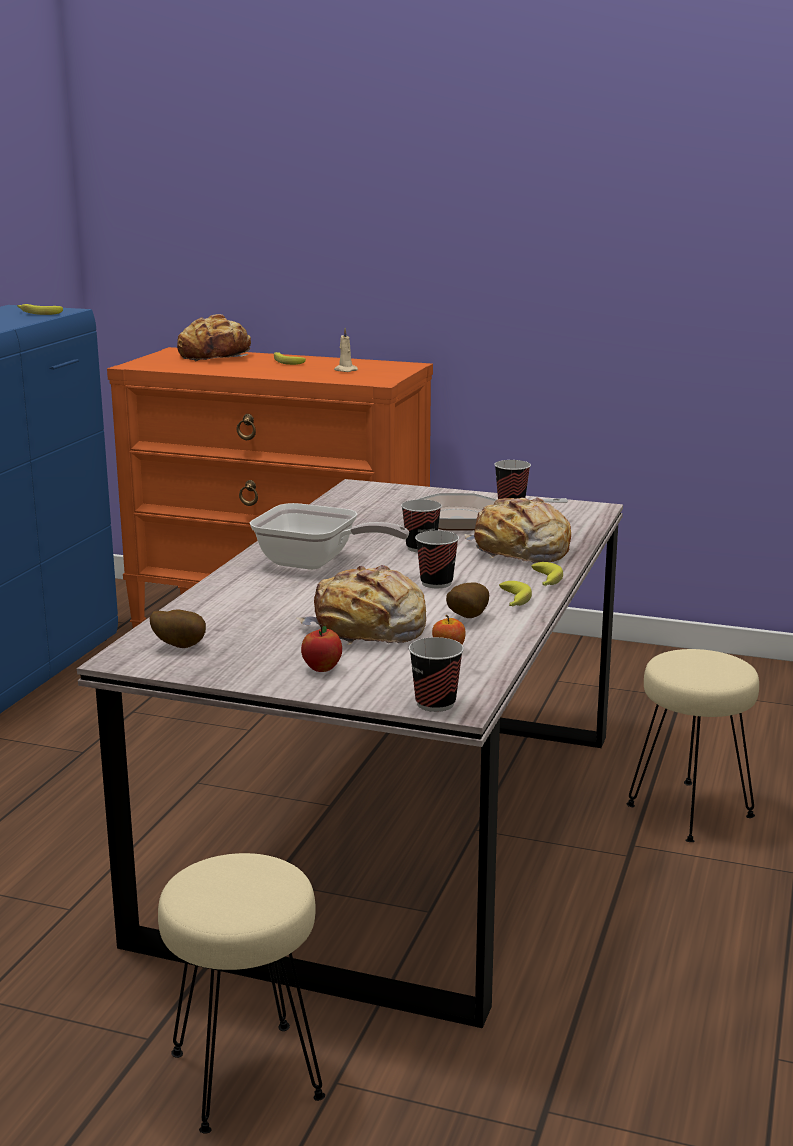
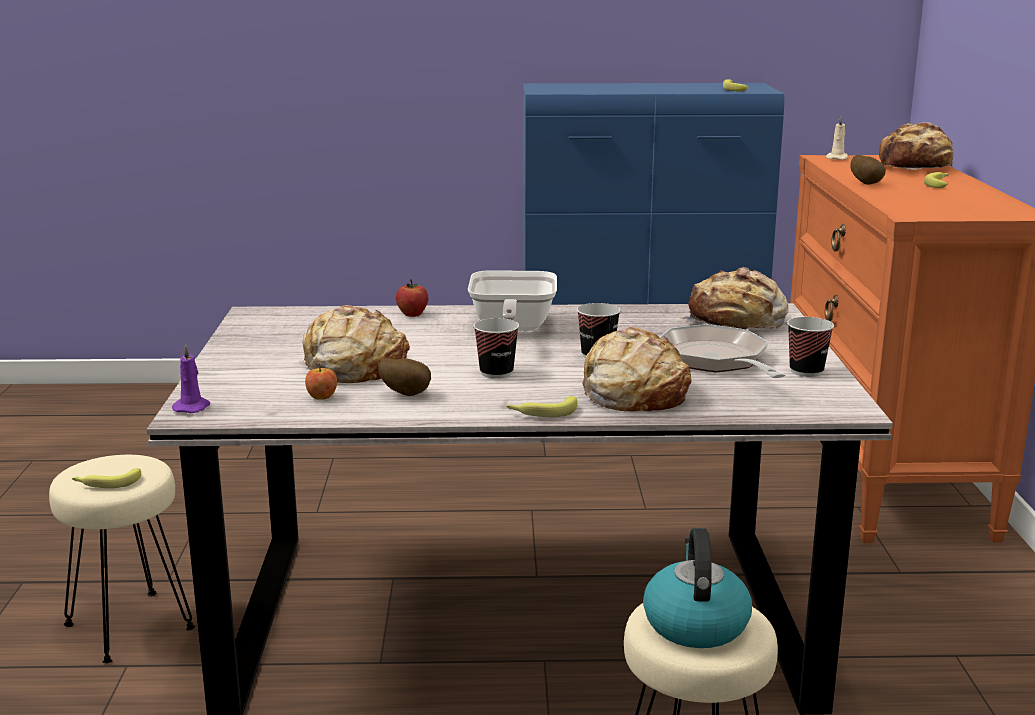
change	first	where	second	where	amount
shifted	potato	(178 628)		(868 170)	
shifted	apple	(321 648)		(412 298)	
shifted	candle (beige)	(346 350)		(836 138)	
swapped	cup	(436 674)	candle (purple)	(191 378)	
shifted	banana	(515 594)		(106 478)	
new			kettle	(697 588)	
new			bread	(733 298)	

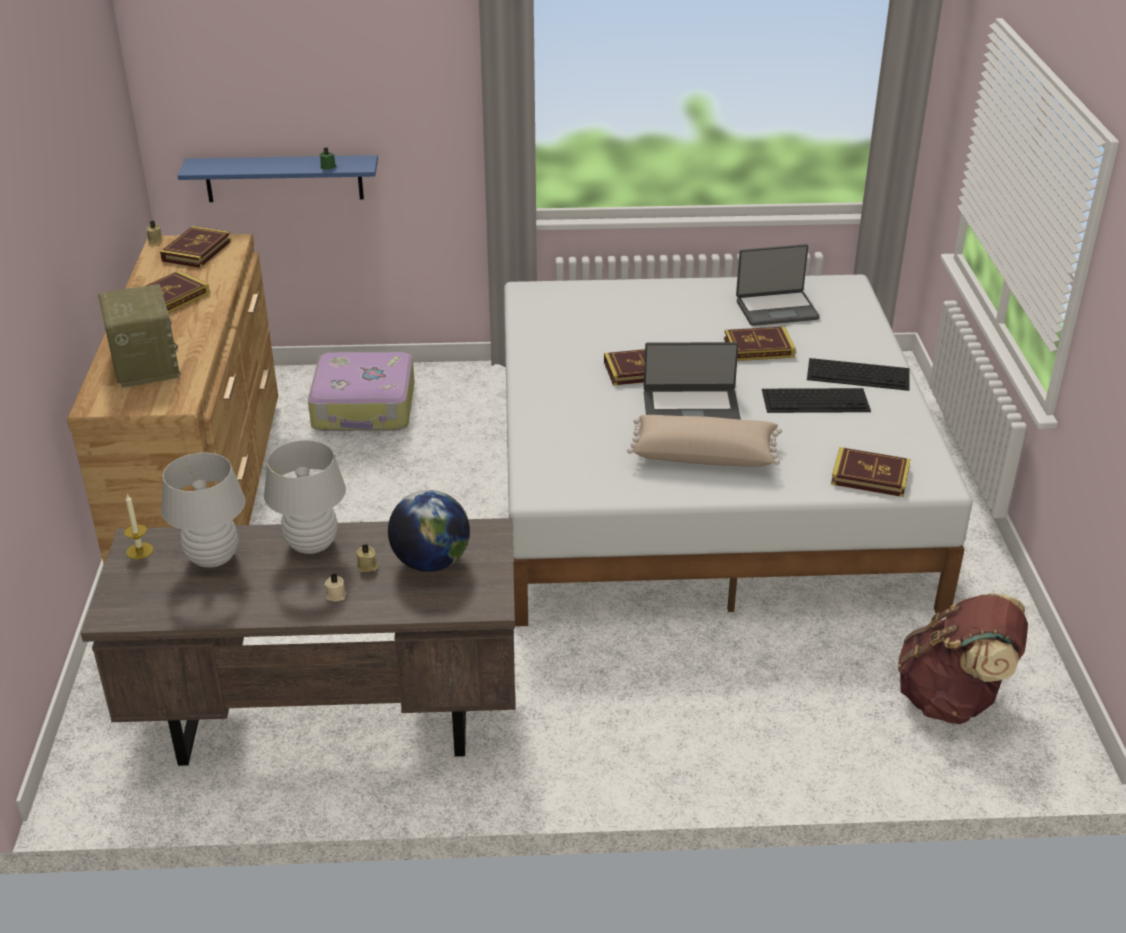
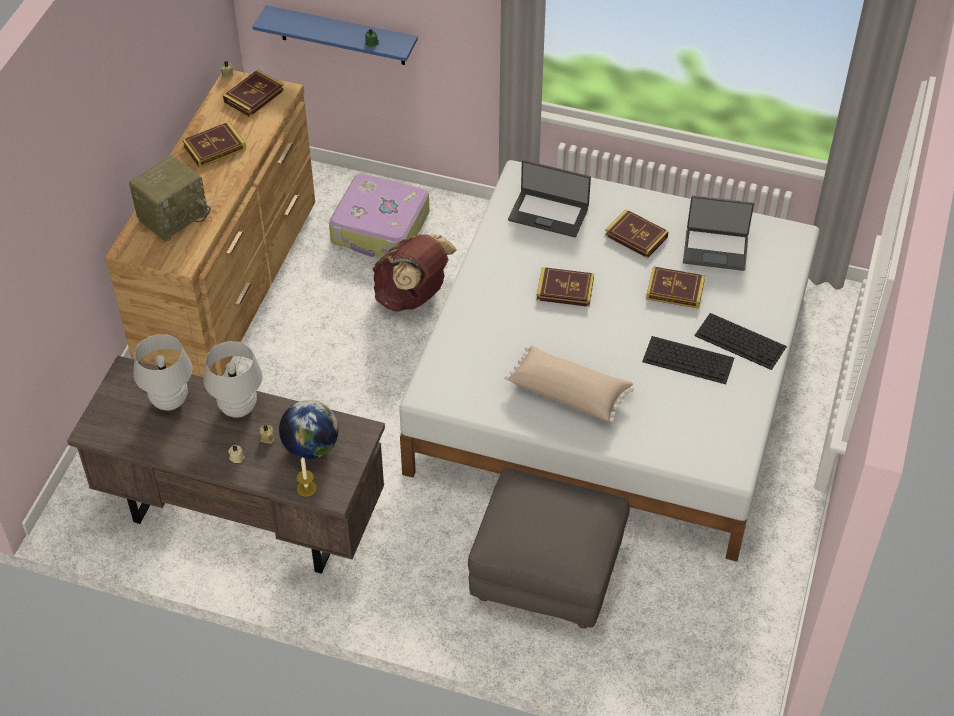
change	first	where	second	where	amount
rotated	radio	(139 336)		(170 198)	45 degrees clockwise
shifted	candle	(138 527)		(307 477)	
shifted	laptop	(692 381)		(549 198)	
shifted	book	(870 472)		(637 233)	
shifted	backpack (brown)	(963 658)		(414 273)	
new			ottoman (grey)	(549 548)	

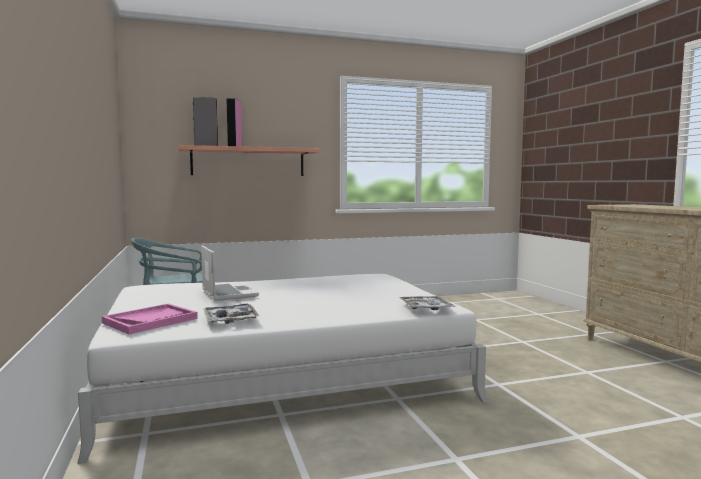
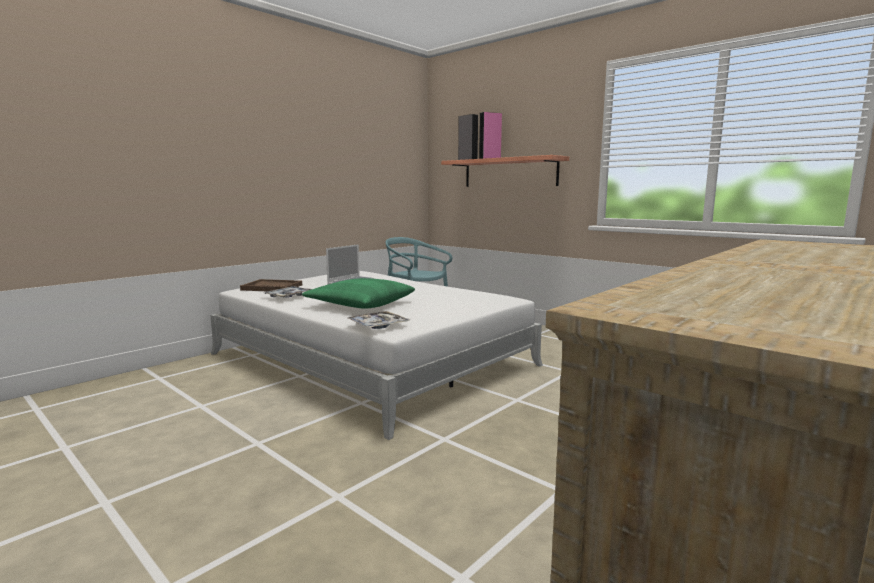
change	first	where	second	where	amount
repainted	tray (pink)	(150 318)	tray (brown)	(271 285)	
new			pillow (green)	(358 293)	

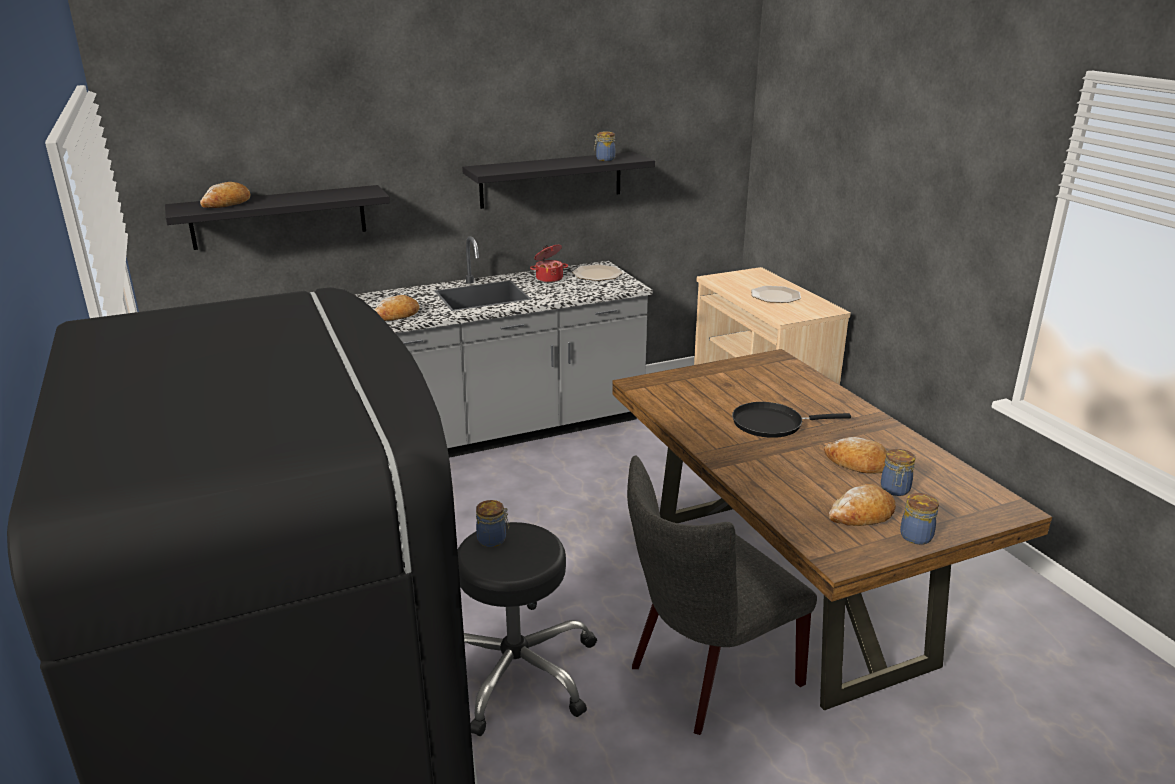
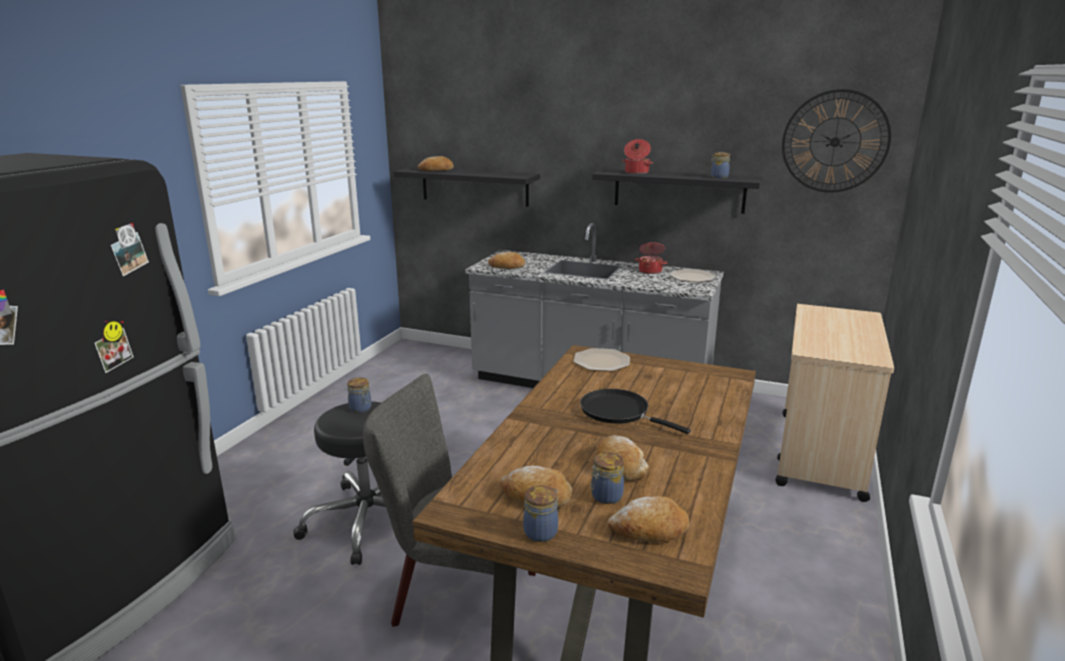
change	first	where	second	where	amount
shifted	plate	(776 294)		(601 359)	
new			bread	(648 519)	
new			cooking pot	(637 156)	
new			wall clock	(836 141)	

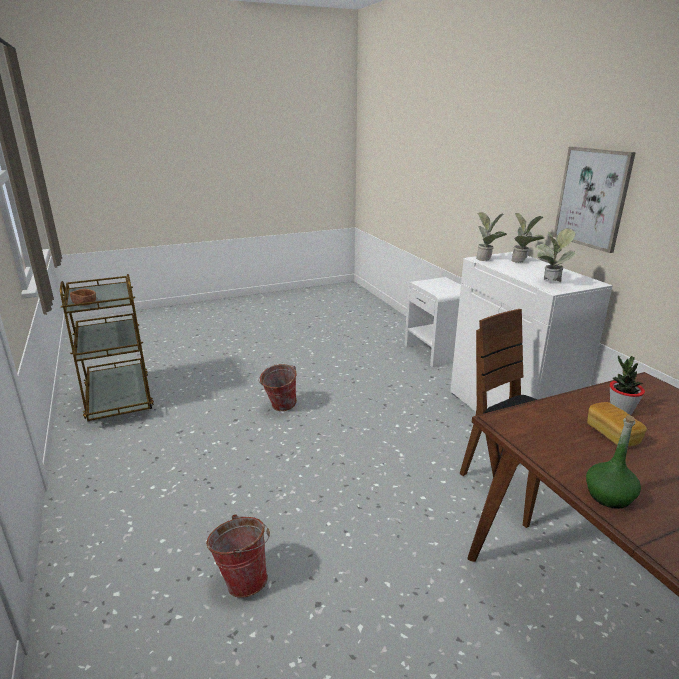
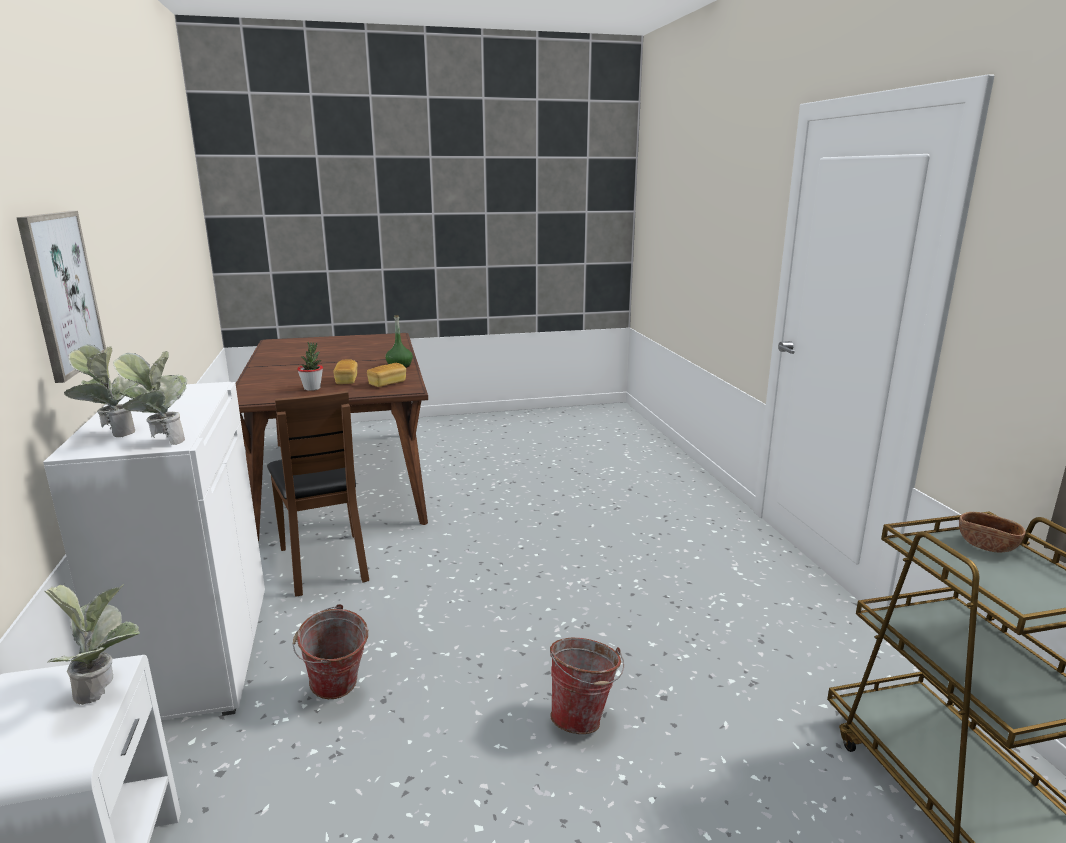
change	first	where	second	where	amount
shifted	bucket	(238 556)		(330 651)	
shifted	potted plant	(556 255)		(92 644)	
new			bread	(386 375)	

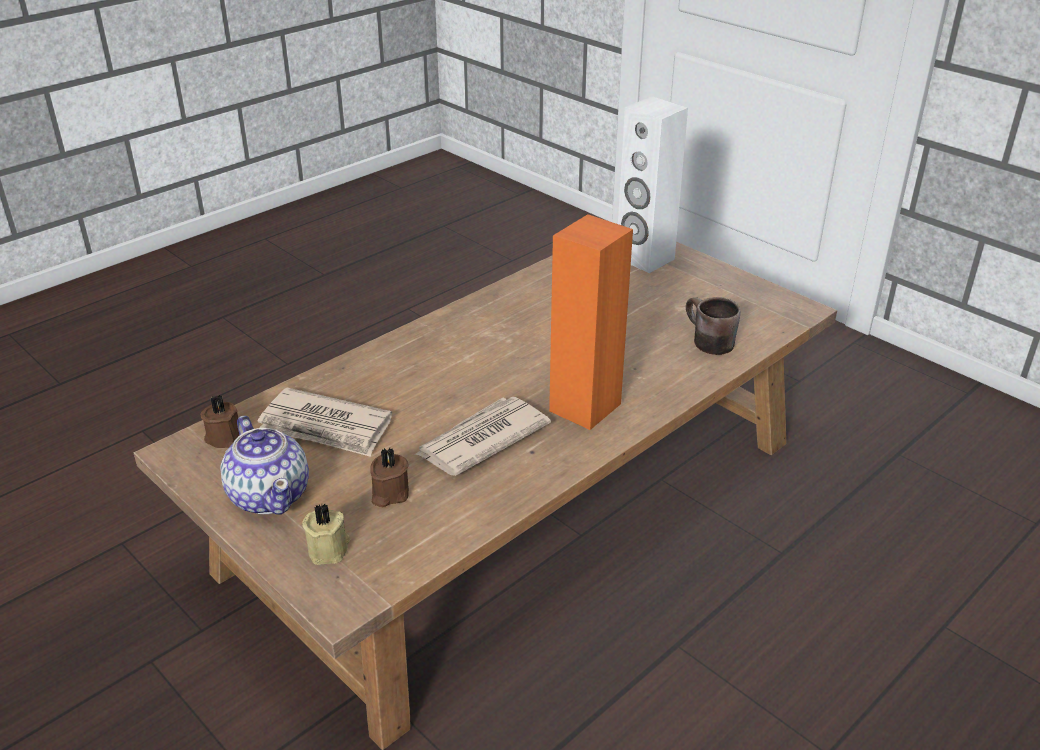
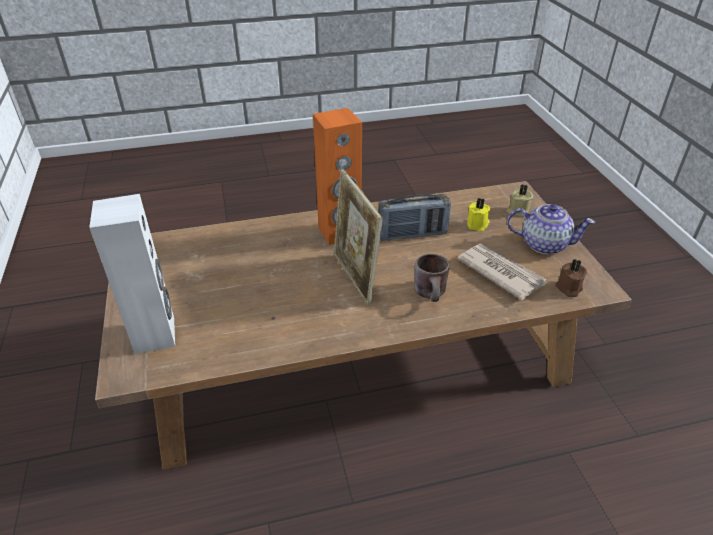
change	first	where	second	where	amount
rotated	teapot	(264 465)		(551 229)	105 degrees clockwise
repainted	candle (brown)	(389 477)	candle (yellow)	(478 214)	
swapped	newspaper	(483 436)	radio	(414 217)	
shifted	mug (brown)	(713 326)		(432 278)	
new			picture frame	(358 237)	

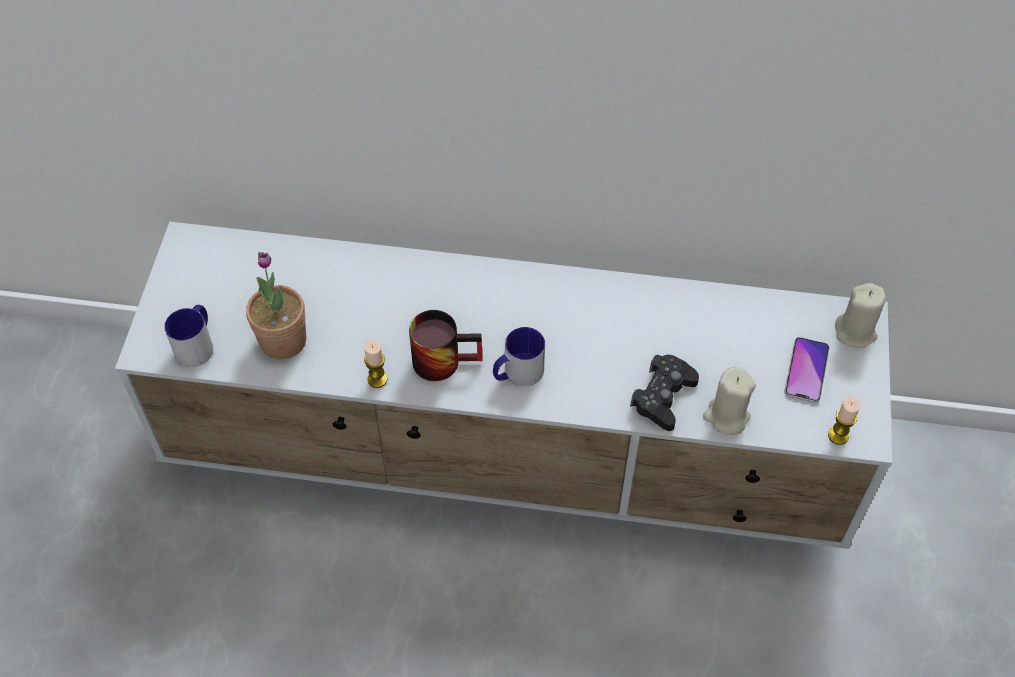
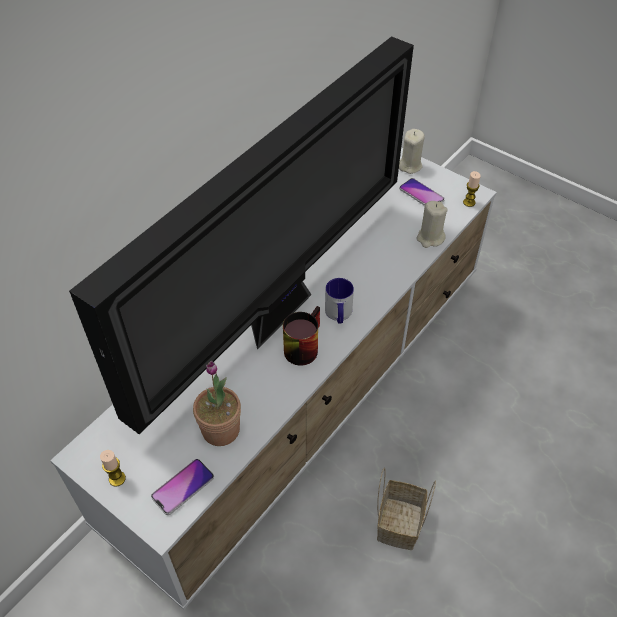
change	first	where	second	where	amount
swapped	mug	(188 336)	phone	(182 487)	
shifted	candle	(376 364)		(113 468)	
gone	game controller (black)	(664 393)			
new			television	(241 235)	
new			basket	(406 508)	

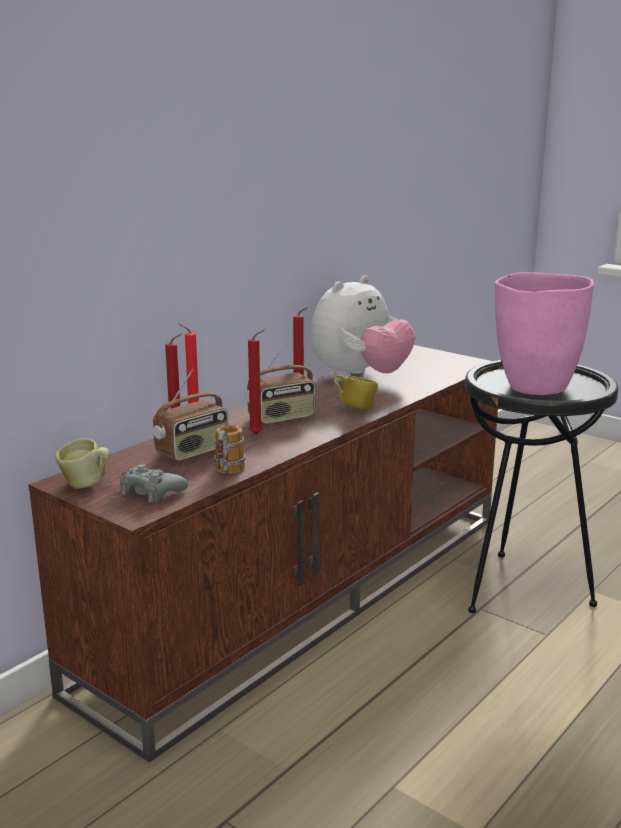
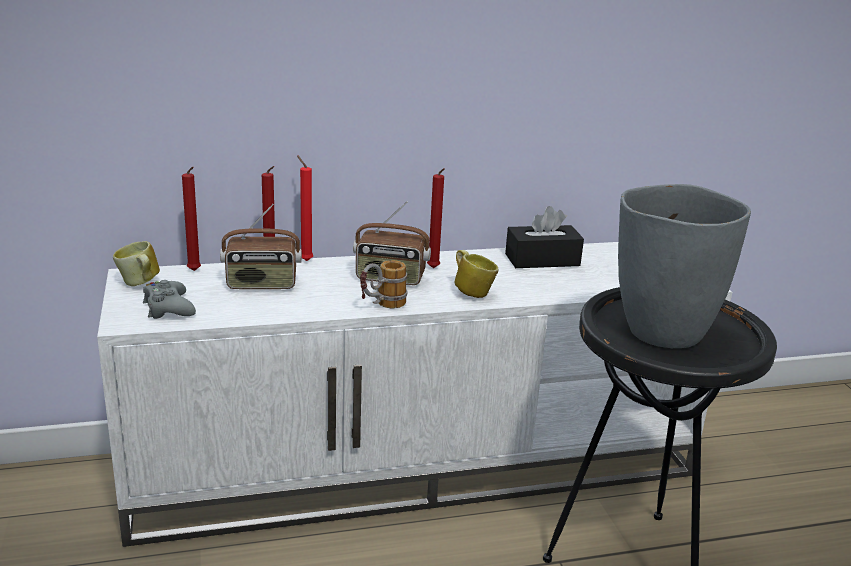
change	first	where	second	where	amount
repainted	tv stand (brown)	(263 553)	tv stand (white)	(414 394)	
shifted	mug	(230 449)		(384 284)	
shifted	candle (red)	(256 382)		(191 219)	
swapped	plush toy	(362 326)	tissue box (black)	(544 237)	
repainted	vase (pink)	(544 333)	vase (grey)	(684 266)	

